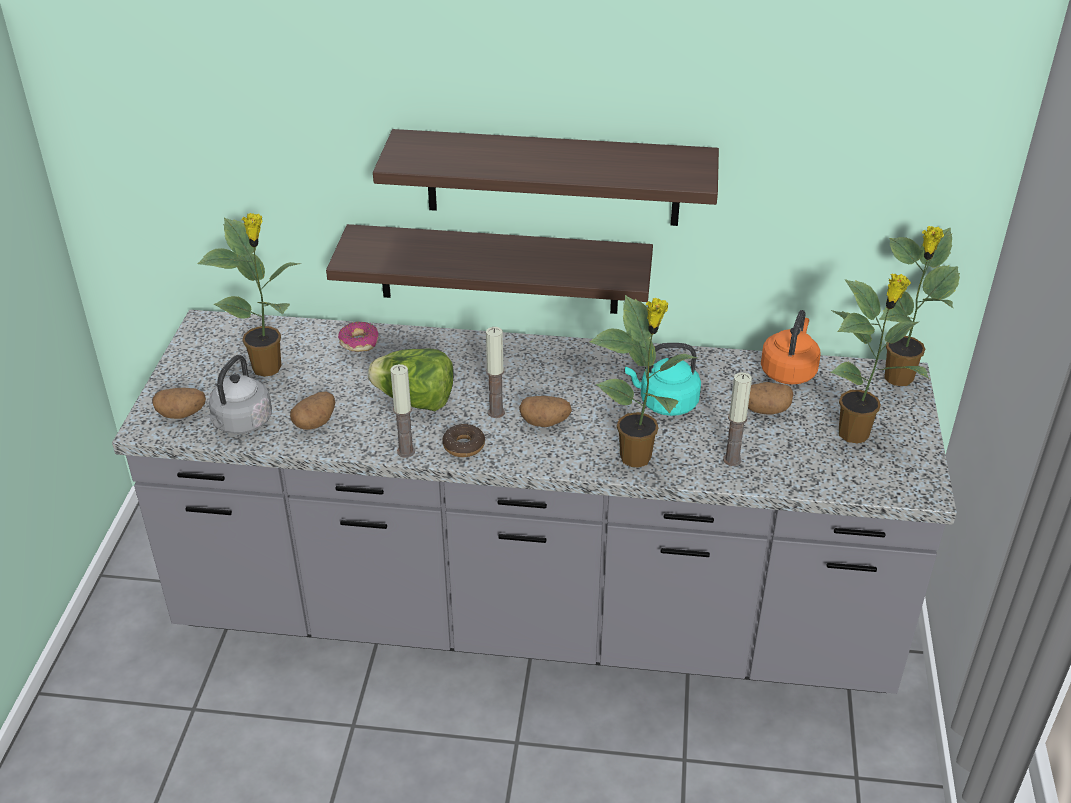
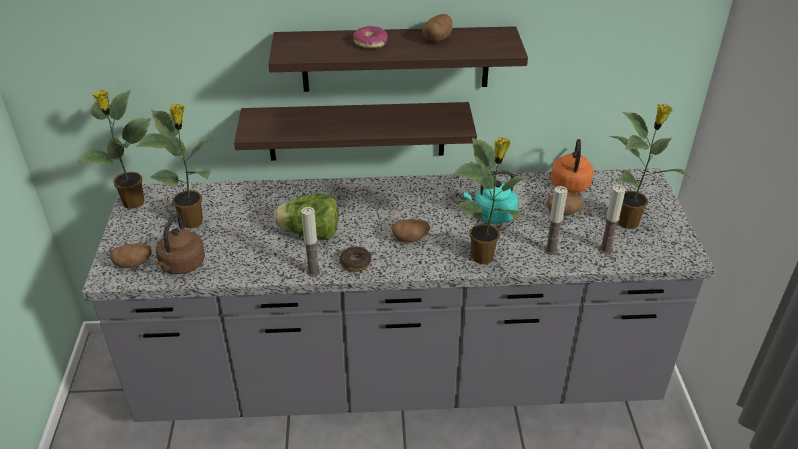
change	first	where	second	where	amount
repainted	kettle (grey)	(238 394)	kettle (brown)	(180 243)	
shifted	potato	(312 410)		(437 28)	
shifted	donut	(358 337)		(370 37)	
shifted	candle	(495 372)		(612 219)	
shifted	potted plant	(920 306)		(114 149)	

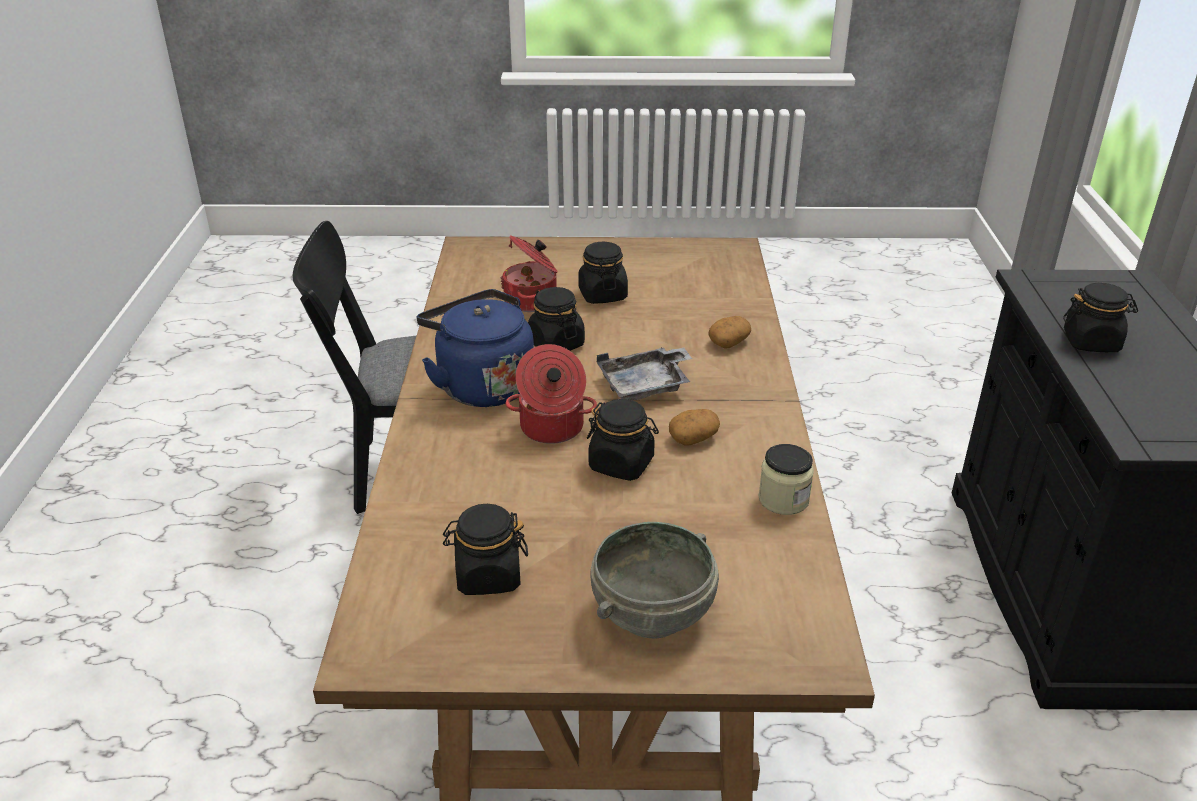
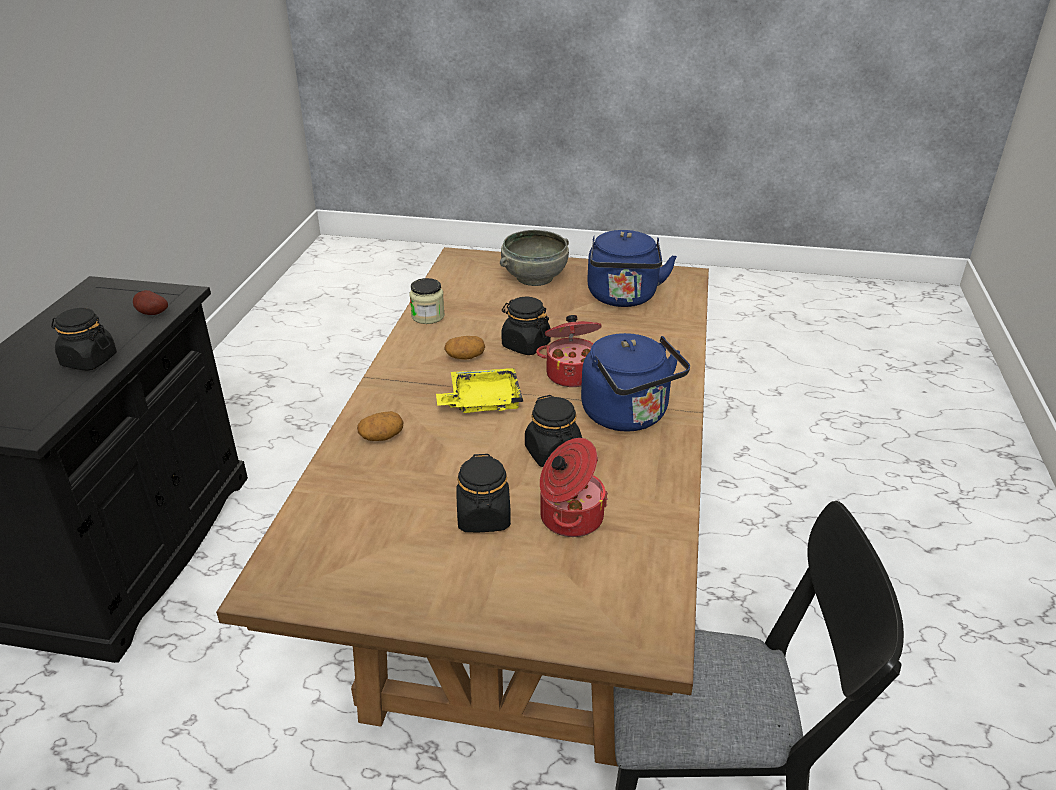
change	first	where	second	where	amount
swapped	jar (black)	(485 549)	kettle (blue)	(632 268)	
repainted	tray (grey)	(644 374)	tray (yellow)	(479 390)	
new			potato	(150 302)	

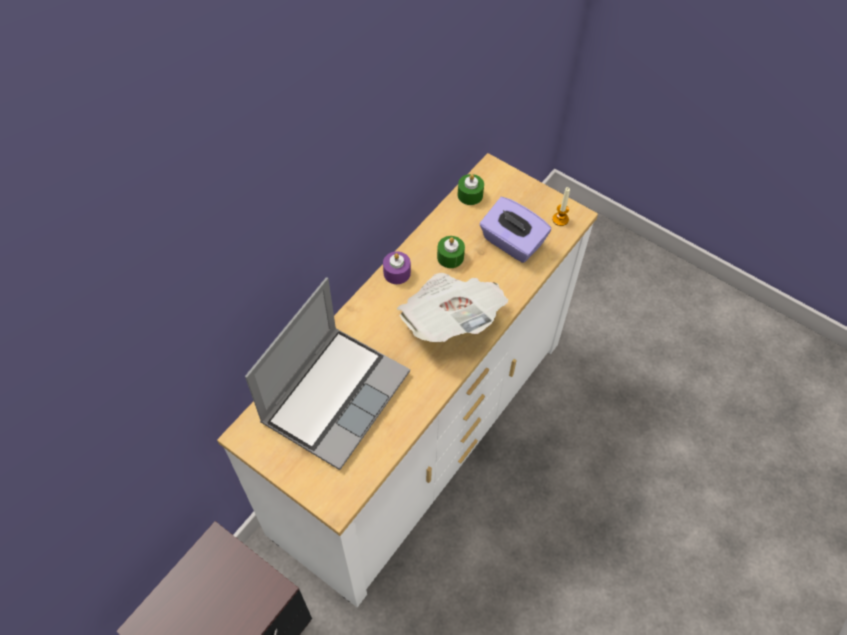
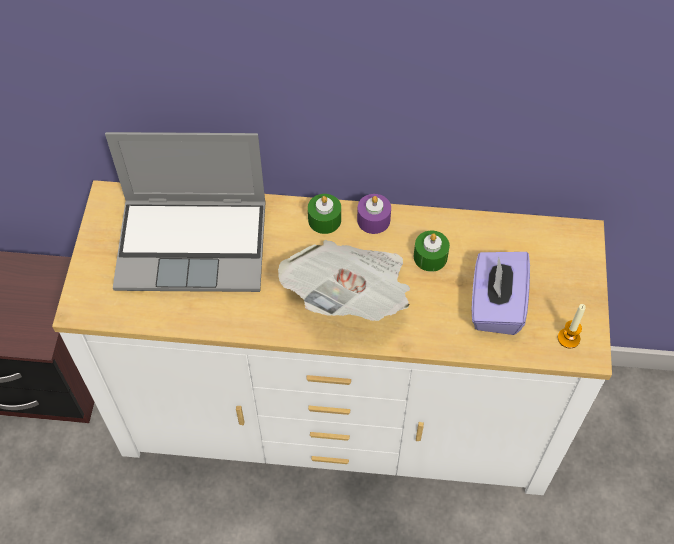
change	first	where	second	where	amount
shifted	candle (green)	(470 189)		(324 214)	

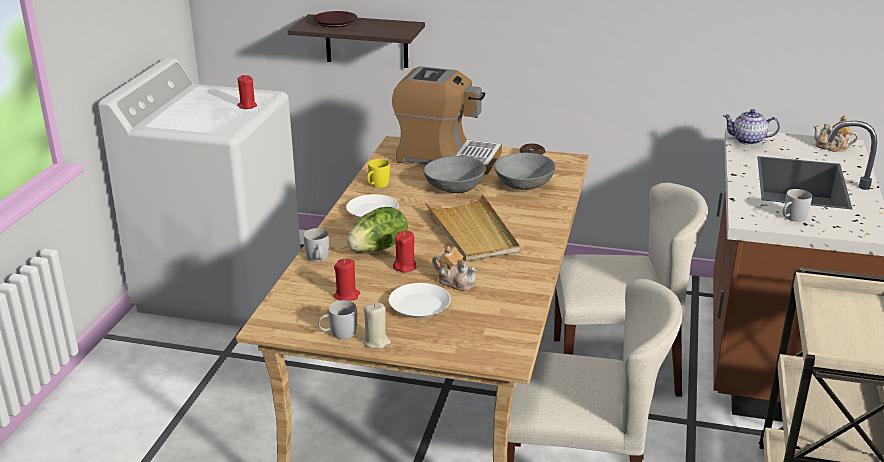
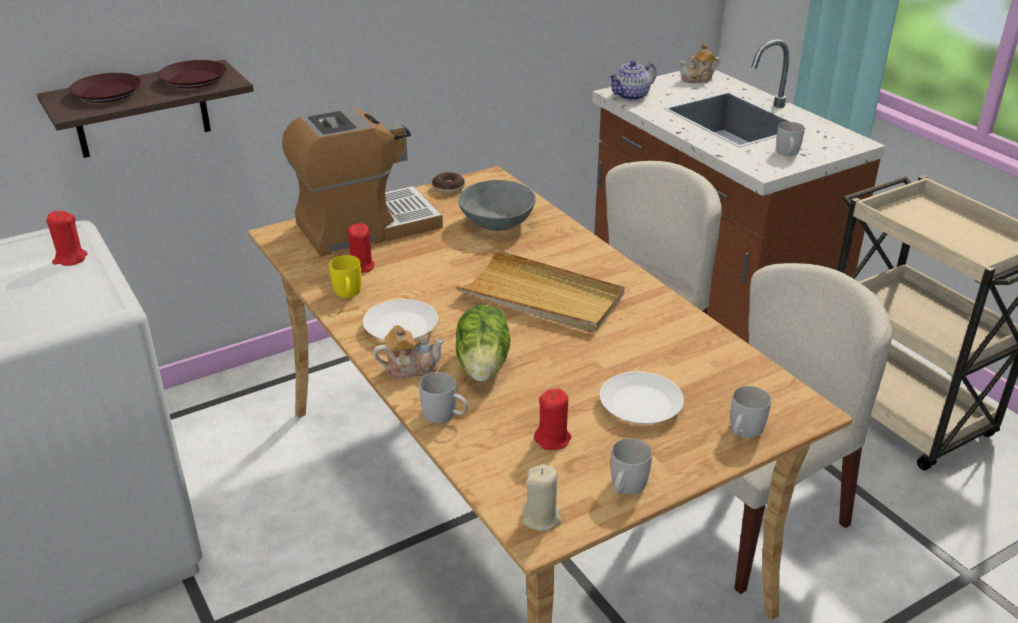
change	first	where	second	where	amount
shifted	candle (beige)	(376 325)		(542 498)	
shifted	candle (red)	(404 251)		(361 248)	
gone	bowl (grey)	(455 174)			
shifted	teapot	(455 268)		(409 351)	
new			plate (brown)	(192 74)	
new			mug (white)	(751 412)	

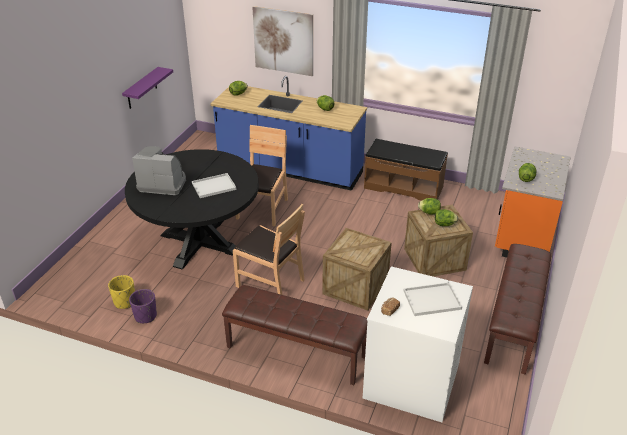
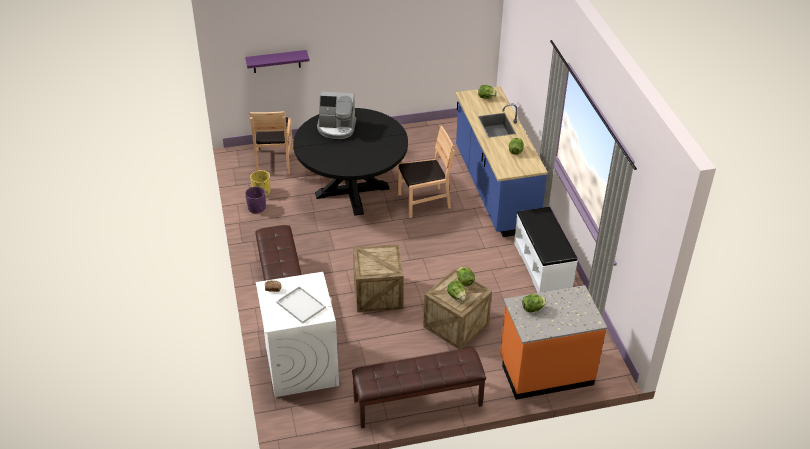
change	first	where	second	where	amount
shifted	shelf (purple)	(147 88)		(277 61)	
rotated	coffee machine	(159 170)		(336 115)	120 degrees clockwise
gone	tray (white)	(214 185)			
shifted	chair (brown)	(269 249)		(271 142)	
gone	picture	(282 41)			
repainted	bench (brown)	(406 170)	bench (white)	(546 250)	

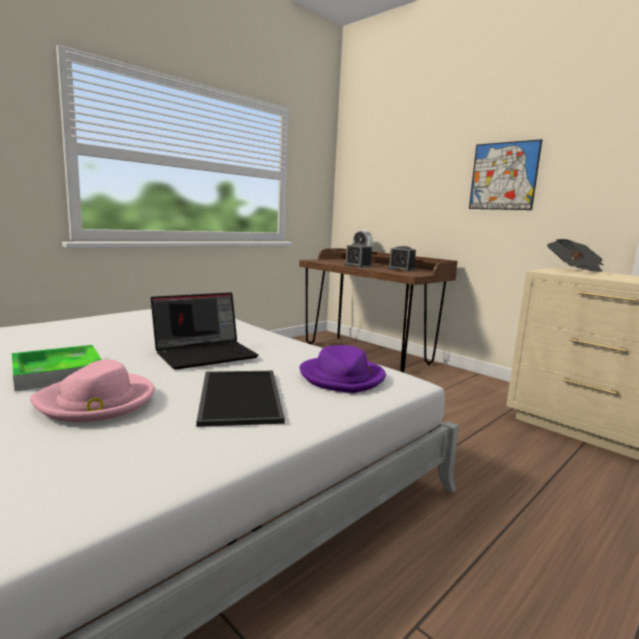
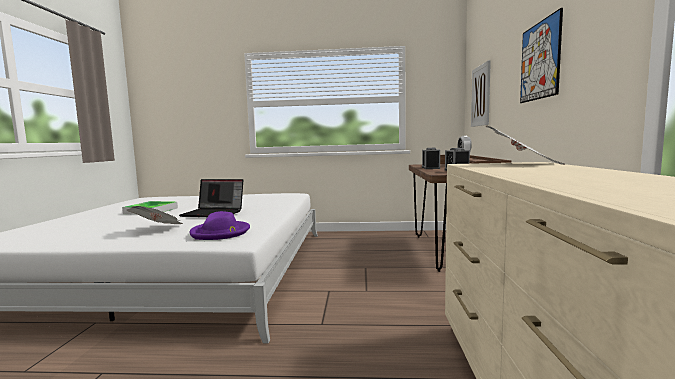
change	first	where	second	where	amount
gone	hat (pink)	(92 390)			
swapped	tray	(240 399)	newspaper	(155 215)	
new			picture	(481 93)	

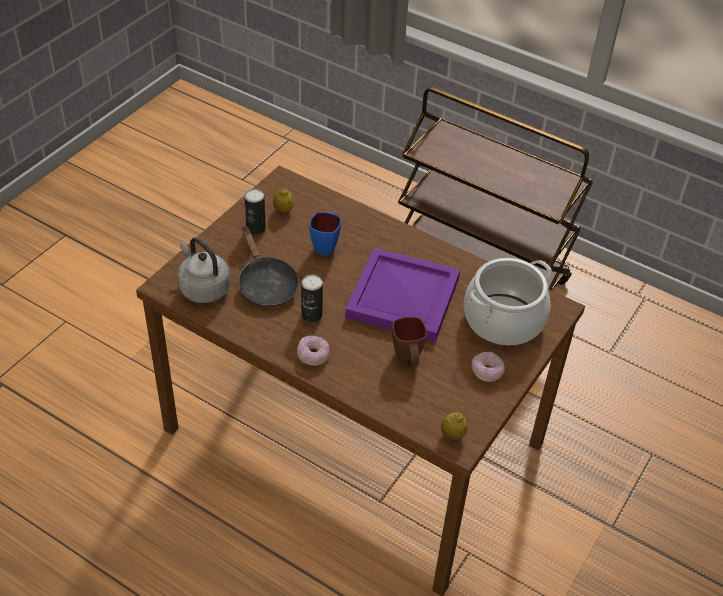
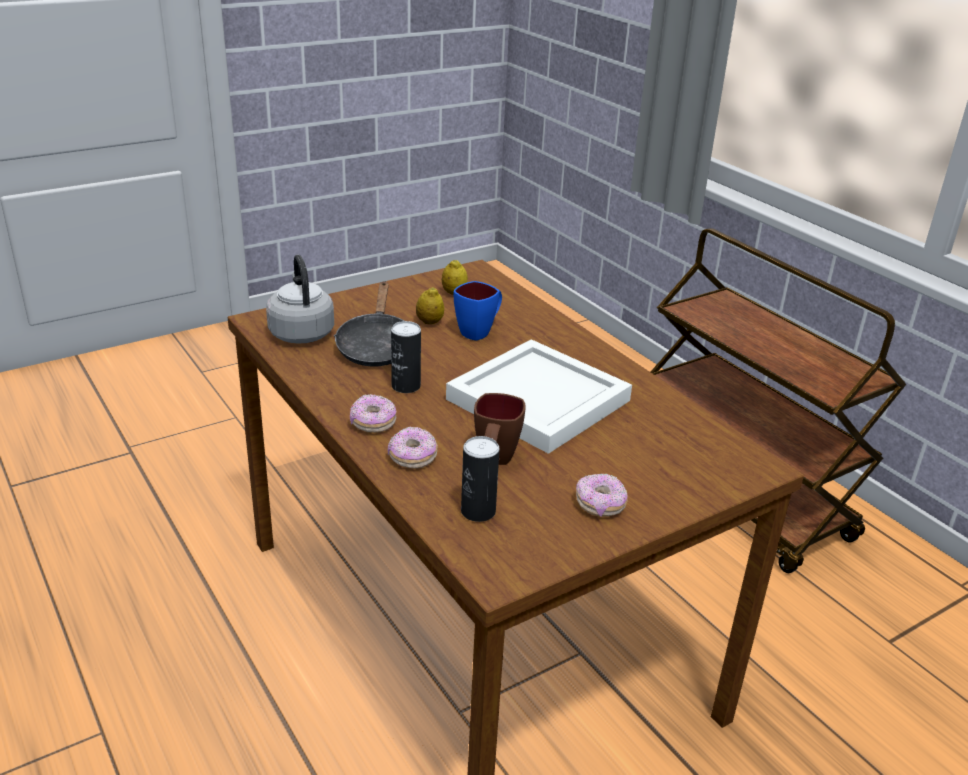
change	first	where	second	where	amount
shifted	can	(255 212)		(480 479)	
repainted	tray (purple)	(402 295)	tray (white)	(539 396)	
shifted	lemon	(454 427)		(430 305)	
gone	cooking pot	(508 302)			
new			donut	(412 447)	

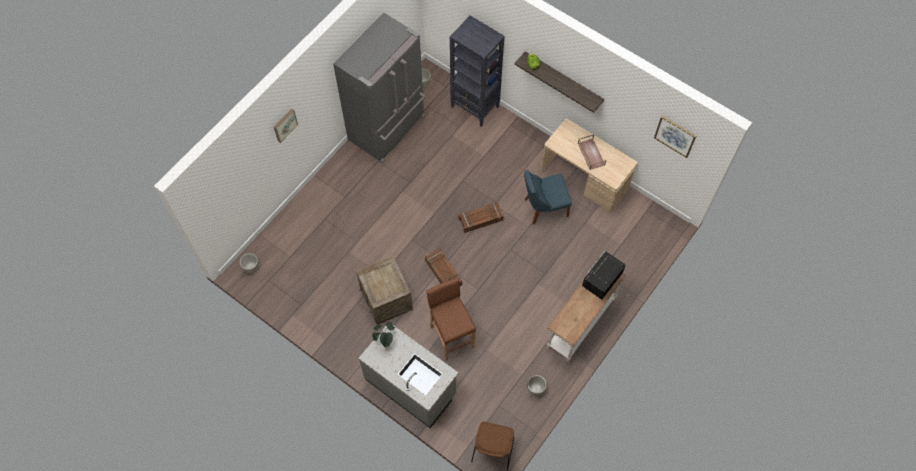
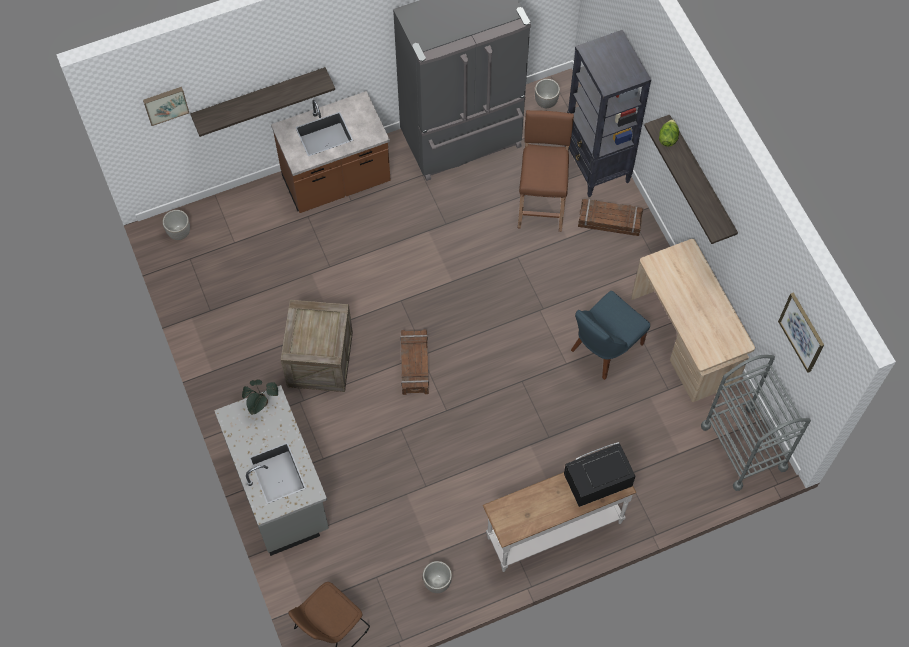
change	first	where	second	where	amount
shifted	picture	(286 126)		(166 106)	
shifted	stool (brown)	(451 319)		(546 171)	
shifted	crate	(481 217)		(610 217)	
rotated	chair (blue)	(548 197)		(610 335)	60 degrees counterclockwise
gone	tray (brown)	(592 152)			
new			shelf	(262 102)	
new			counter (brown)	(331 152)	
new			cart (grey)	(756 423)	

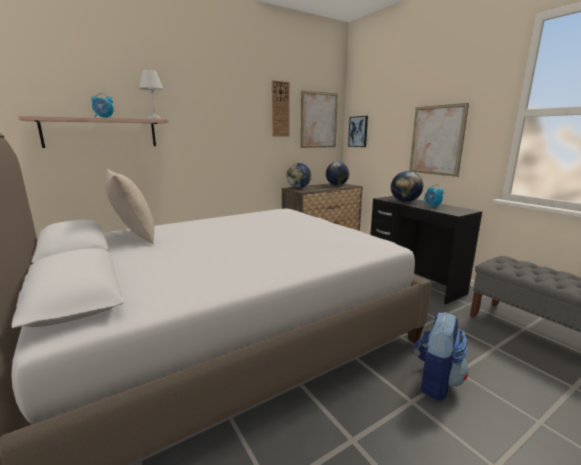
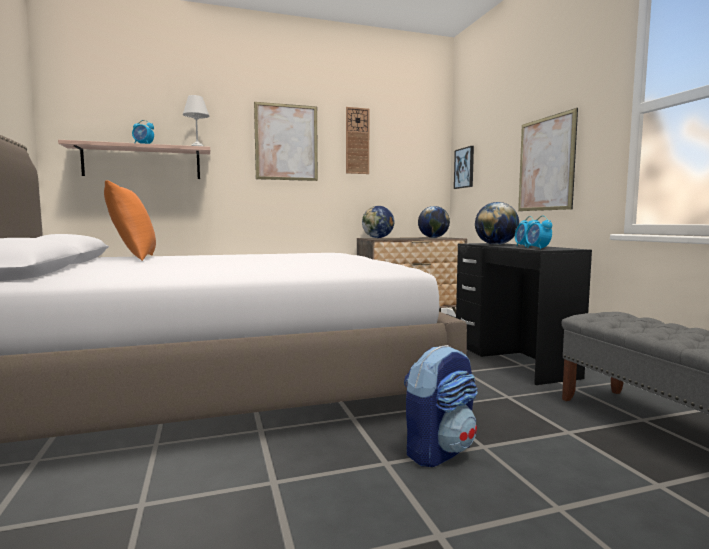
change	first	where	second	where	amount
repainted	pillow (beige)	(129 206)	pillow (orange)	(130 220)	
shifted	picture	(319 119)		(286 141)	
new			alarm clock	(539 232)	

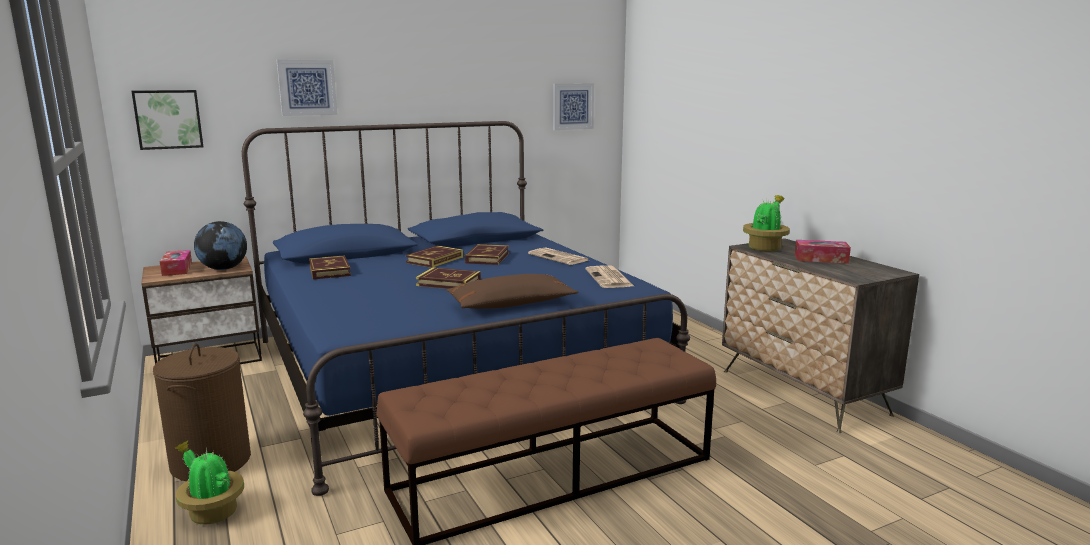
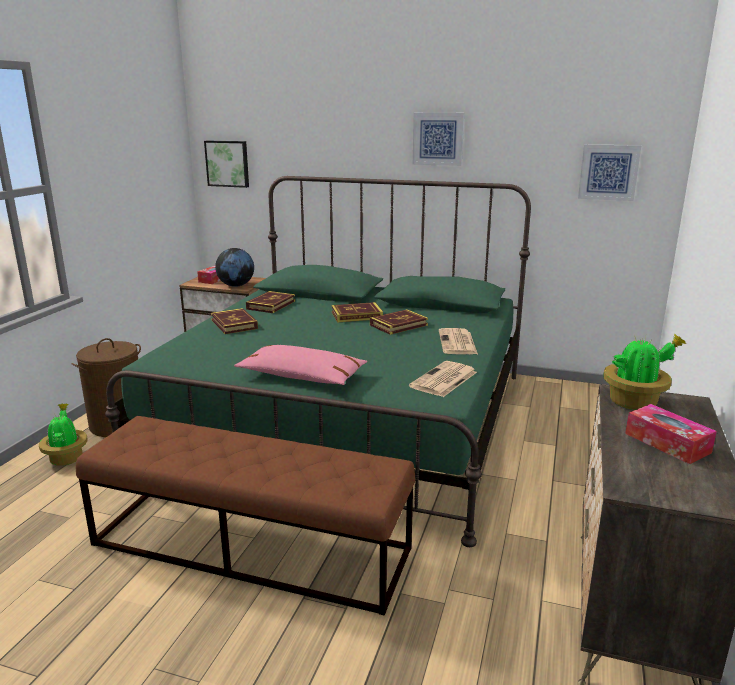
change	first	where	second	where	amount
repainted	bed (blue)	(466 308)	bed (green)	(318 361)	
shifted	picture	(307 88)		(438 139)	
shifted	book	(448 278)		(234 321)	
repainted	pillow (brown)	(512 291)	pillow (pink)	(301 365)	

